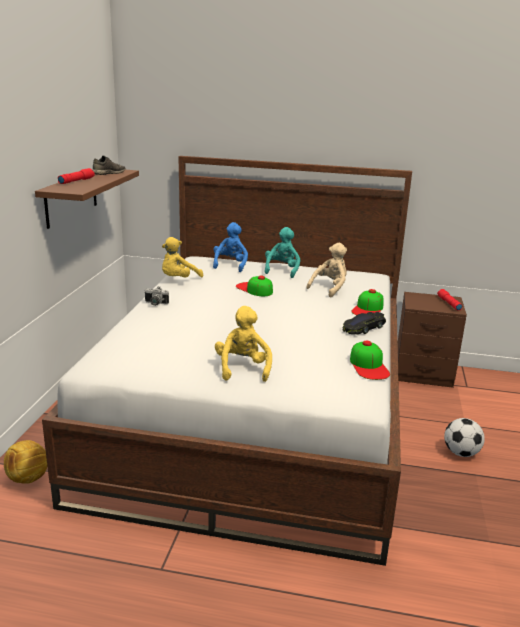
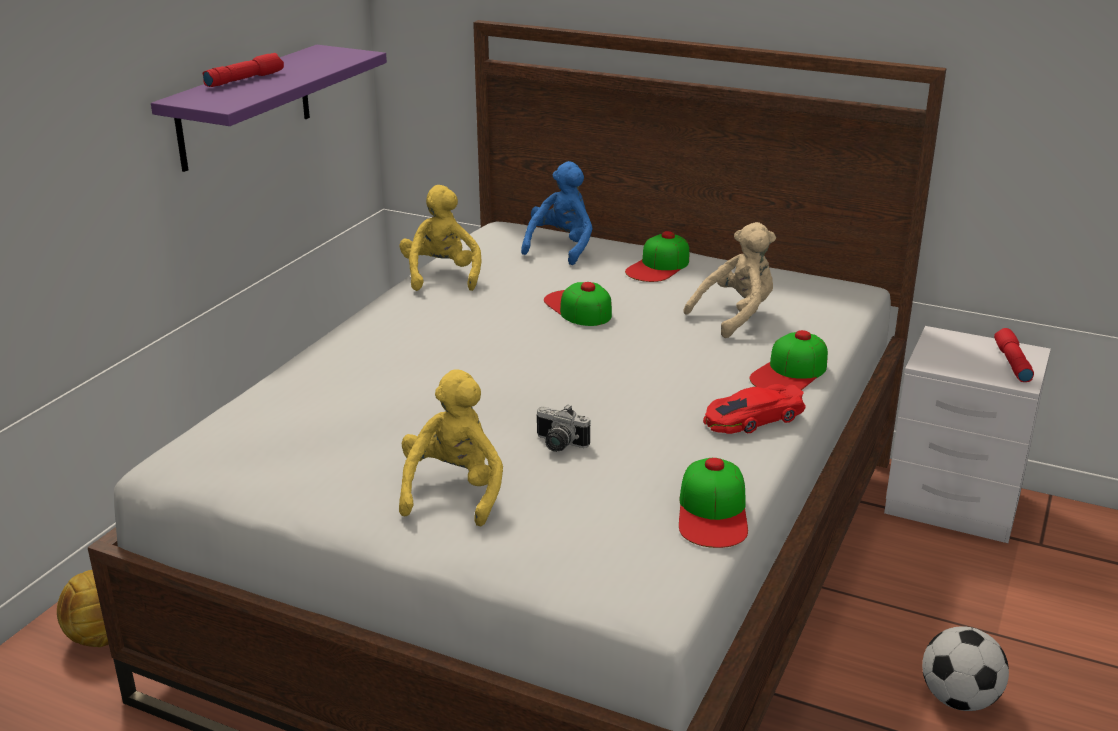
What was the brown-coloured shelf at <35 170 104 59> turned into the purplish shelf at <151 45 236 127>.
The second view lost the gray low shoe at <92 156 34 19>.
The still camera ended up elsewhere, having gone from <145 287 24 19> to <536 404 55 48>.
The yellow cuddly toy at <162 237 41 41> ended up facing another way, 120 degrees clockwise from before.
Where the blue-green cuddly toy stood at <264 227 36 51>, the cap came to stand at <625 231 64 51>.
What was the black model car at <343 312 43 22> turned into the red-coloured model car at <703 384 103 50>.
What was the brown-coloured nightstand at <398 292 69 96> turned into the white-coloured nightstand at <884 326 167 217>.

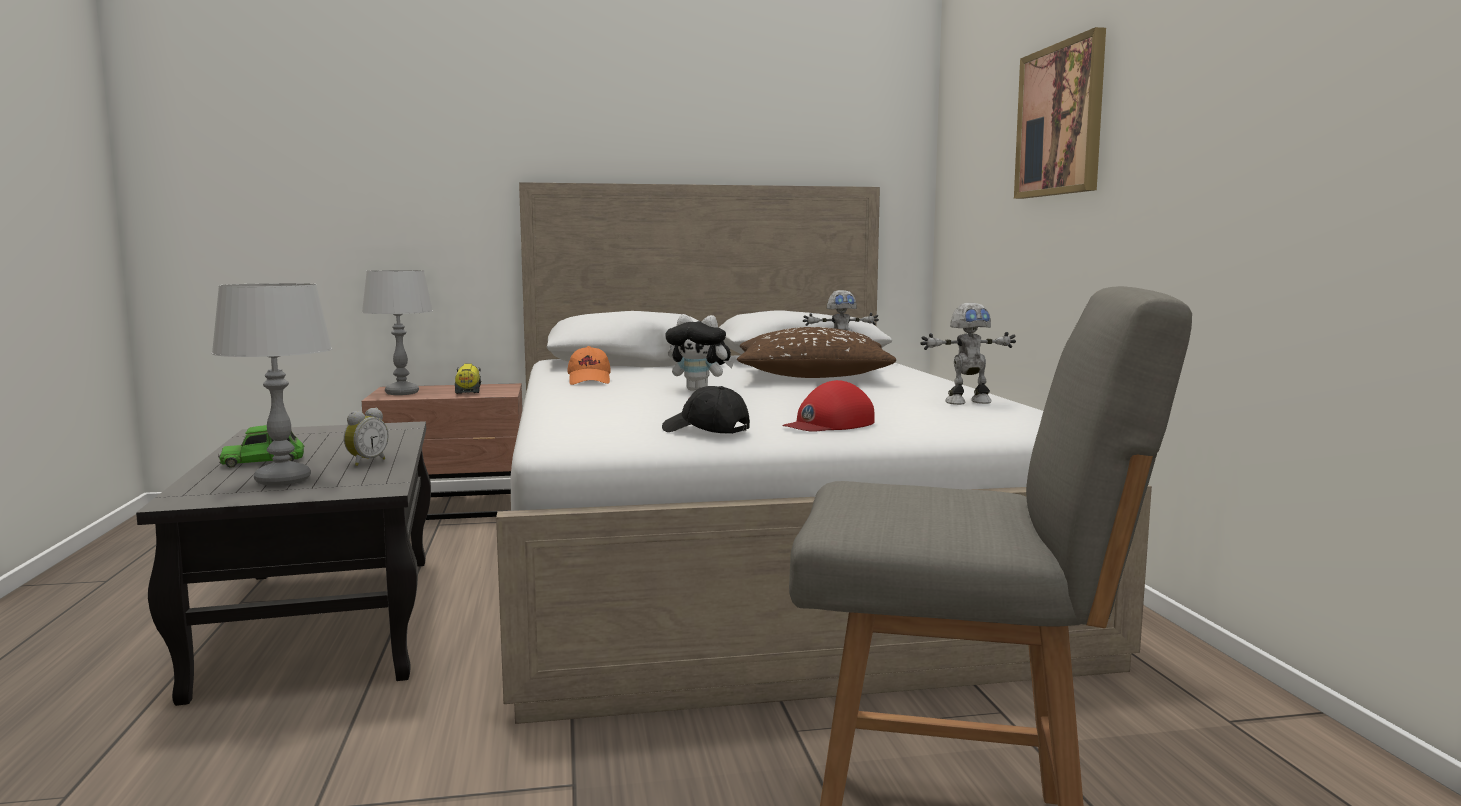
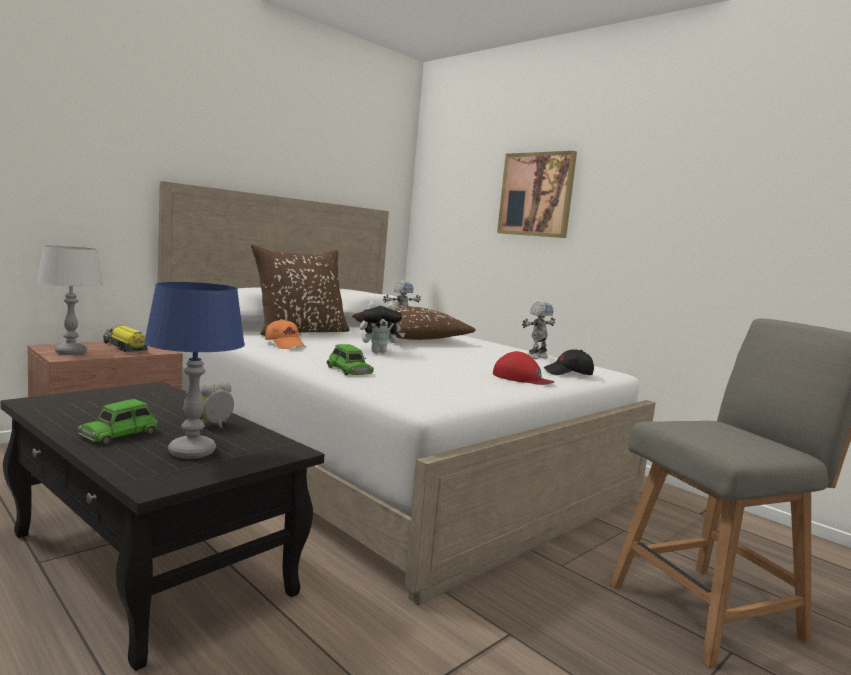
What was the gray lamp for a table at <211 283 121 203> turned into the bluish lamp for a table at <144 282 101 177>.
The alarm clock at <344 408 45 58> ended up facing another way, 135 degrees counterclockwise from before.
The black cap ended up elsewhere, having gone from <662 386 88 48> to <543 350 51 25>.
The red-coloured cap at <782 380 93 52> ended up facing another way, 75 degrees counterclockwise from before.
The second view gained the brown-coloured pillow at <251 244 99 92>.
The second view gained the green model car at <327 344 47 31>.

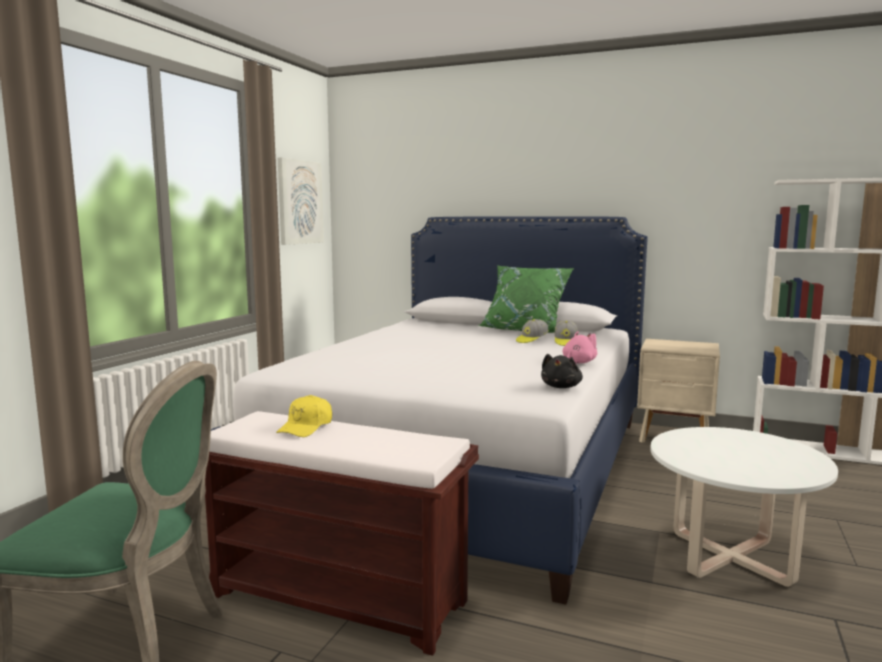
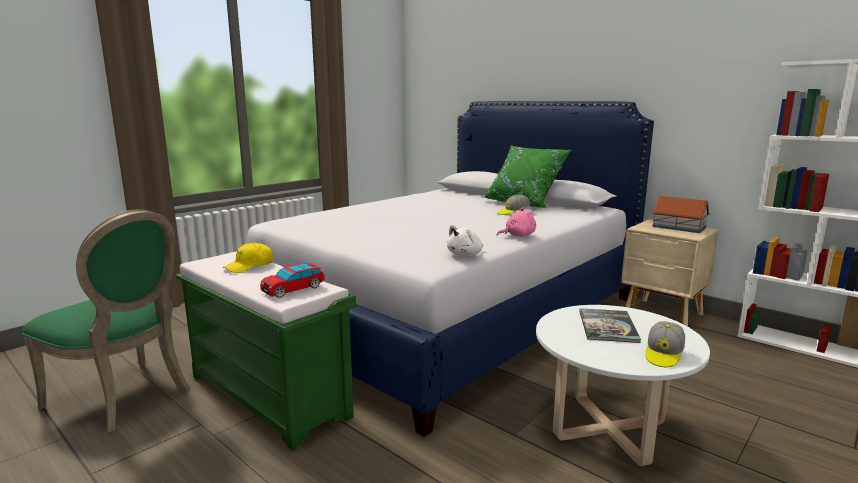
What was the brown-coloured bench at <205 411 274 244> turned into the green bench at <175 251 182 200>.
The second view lost the wall art at <278 157 46 88>.
What was the black cuddly toy at <541 354 42 34> turned into the white-coloured cuddly toy at <447 225 36 31>.
The cap ended up elsewhere, having gone from <554 320 24 26> to <645 321 40 46>.
The second view gained the model car at <260 263 65 35>.
The second view gained the volume at <579 308 62 35>.
The second view gained the toy house at <652 196 58 37>.

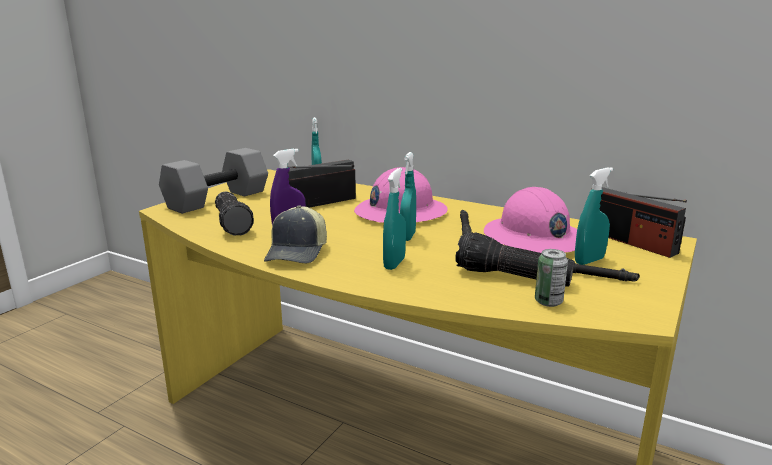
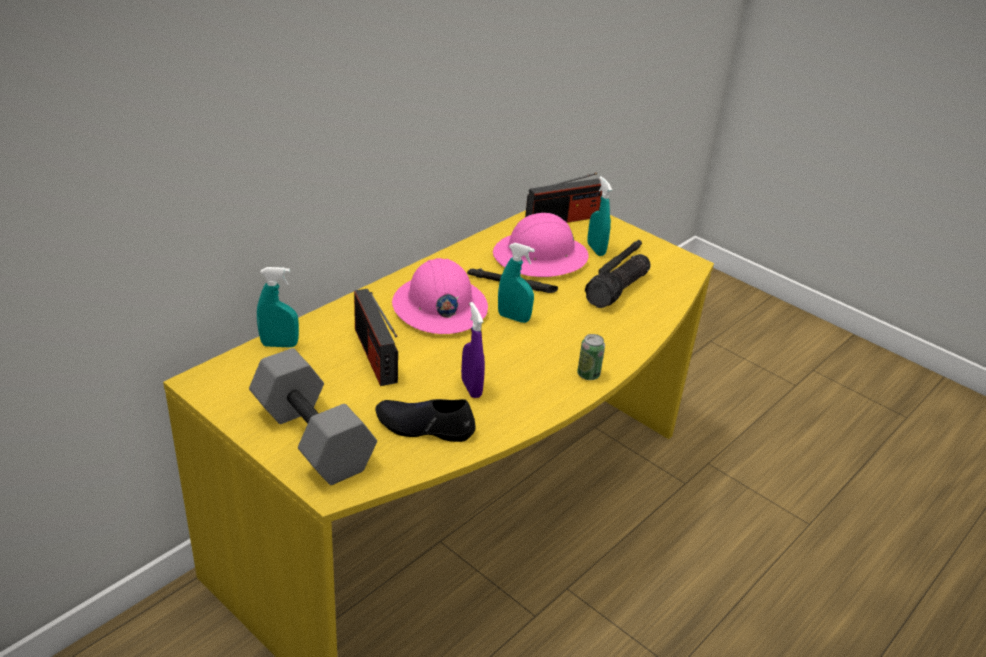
Where the flashlight stood at <215 191 39 45>, the black low shoe came to stand at <375 399 101 43>.
The second view lost the cap at <264 206 63 58>.
The second view lost the blue-green spray bottle at <383 168 23 102>.
The can ended up elsewhere, having gone from <535 249 33 58> to <577 334 28 46>.

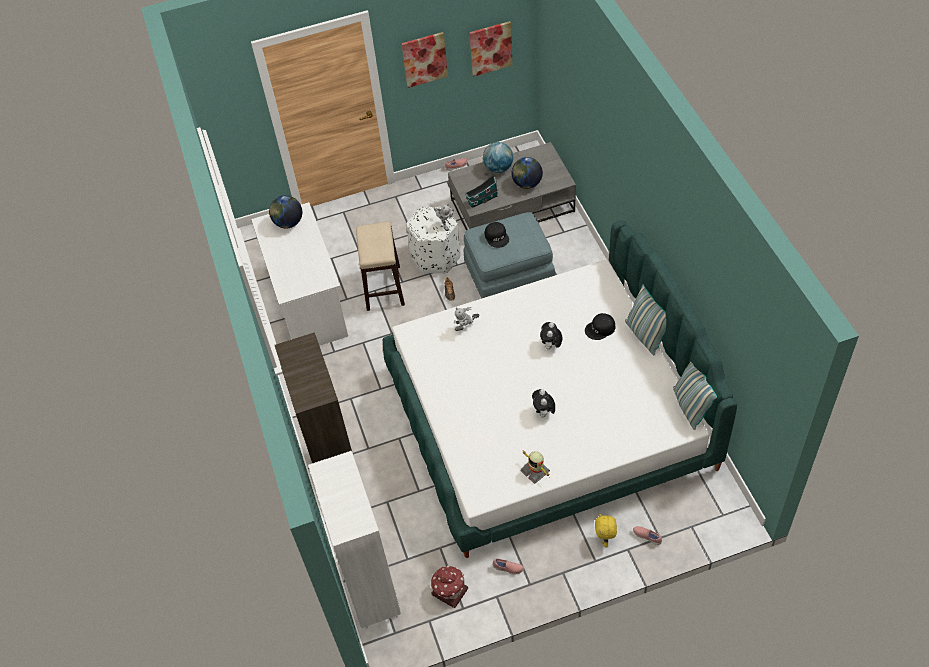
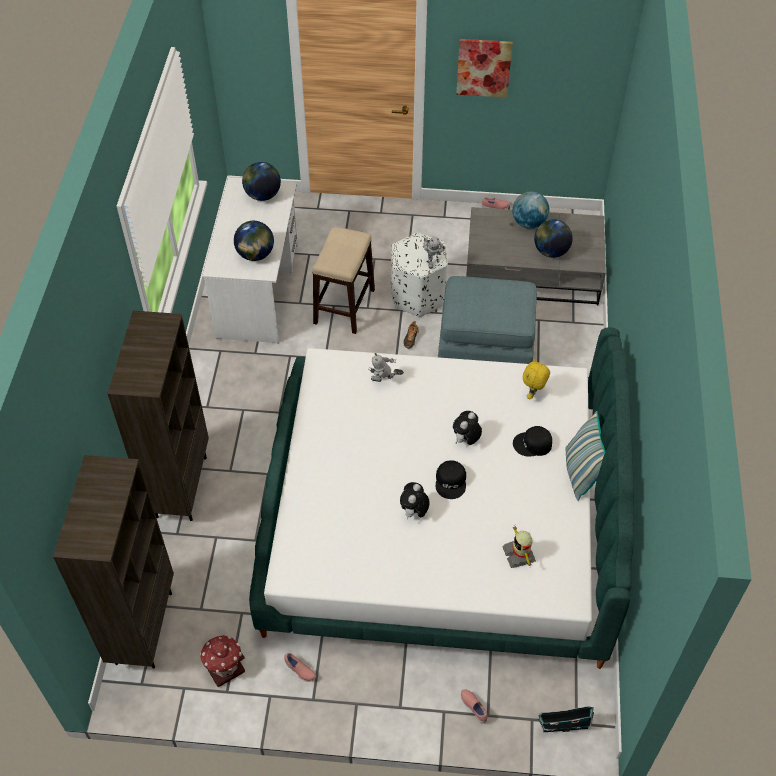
What was the white-coloured shelving unit at <308 451 93 178> turned into the brown-coloured shelving unit at <53 455 121 213>.
The toy house ended up elsewhere, having gone from <465 175 34 33> to <538 706 56 27>.
The second view lost the wall art at <469 21 44 56>.
The black cap ended up elsewhere, having gone from <485 222 24 26> to <436 460 30 39>.
The toy robot ended up elsewhere, having gone from <521 451 30 33> to <503 524 33 44>.
The yellow cuddly toy ended up elsewhere, having gone from <595 514 22 33> to <523 359 27 40>.
The second view lost the pillow at <673 362 44 68>.
The second view gained the globe at <234 221 40 40>.

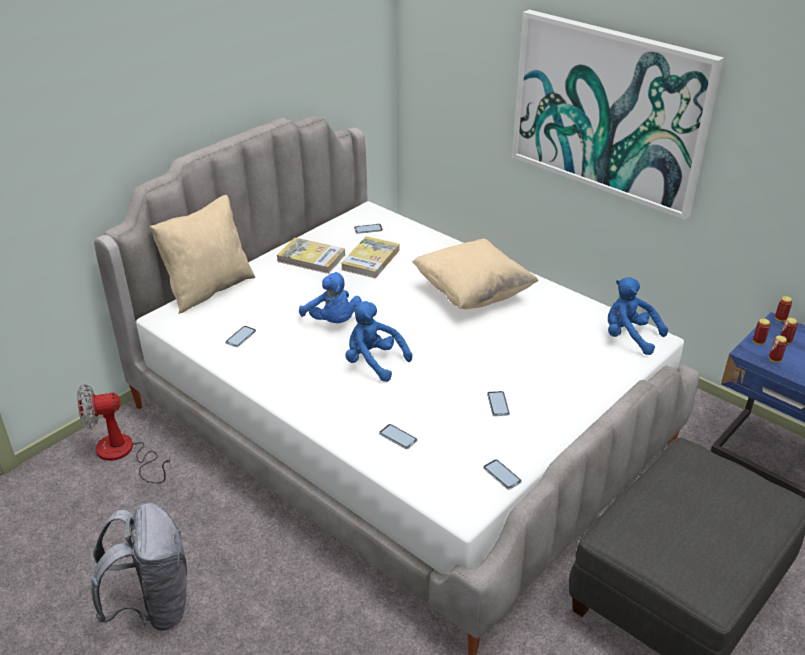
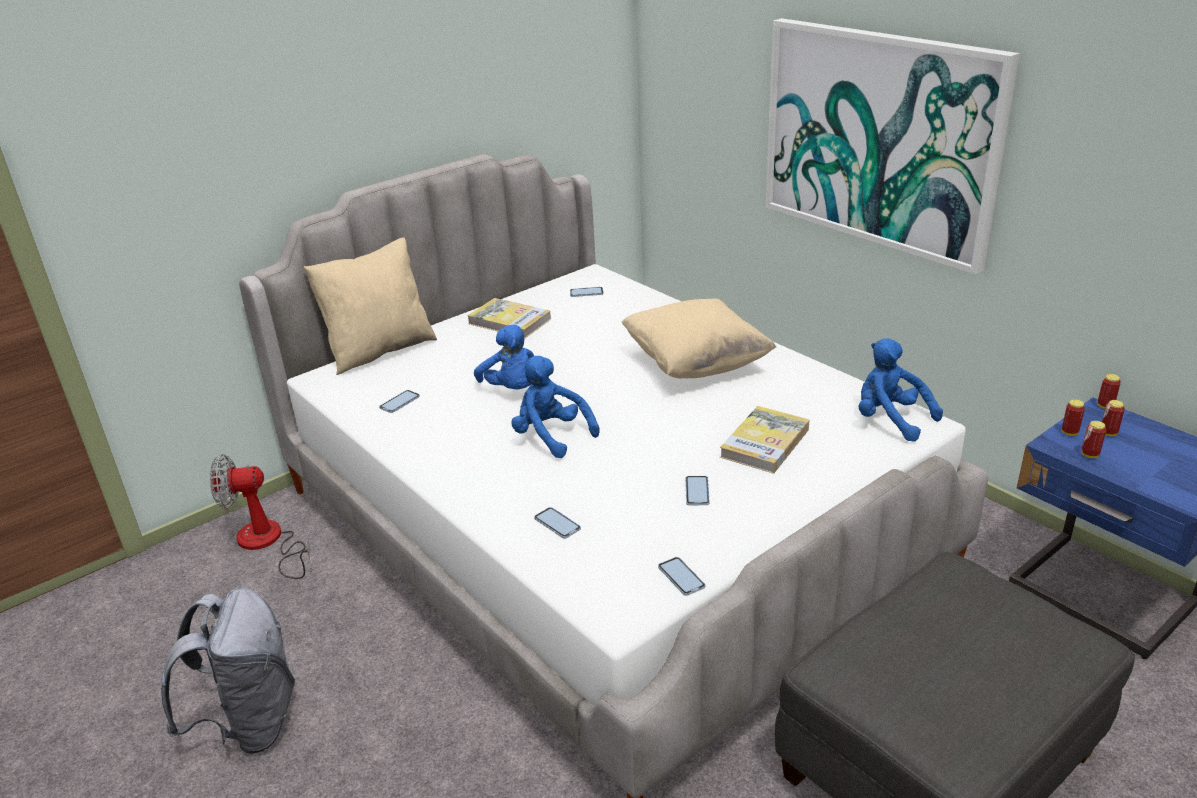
The volume ended up elsewhere, having gone from <341 236 58 42> to <720 406 89 68>.

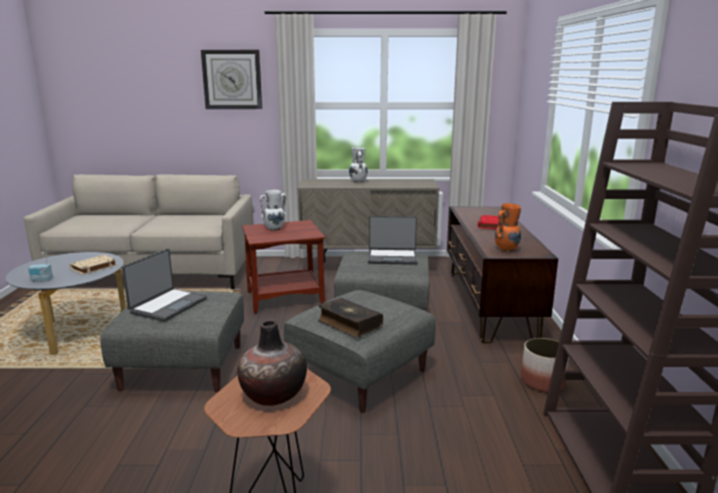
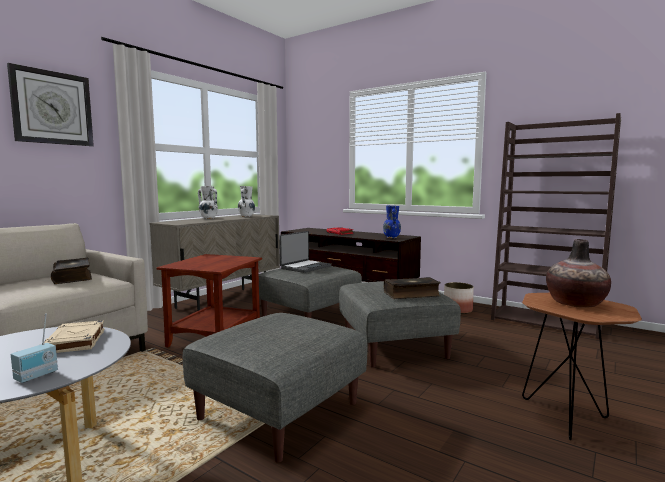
The second view lost the portable computer at <122 249 85 73>.
The white-coloured vase ended up elsewhere, having gone from <260 190 26 41> to <238 186 17 31>.
What was the orangey vase at <495 203 26 49> turned into the bluish vase at <383 205 18 33>.
The second view gained the volume at <51 258 41 26>.

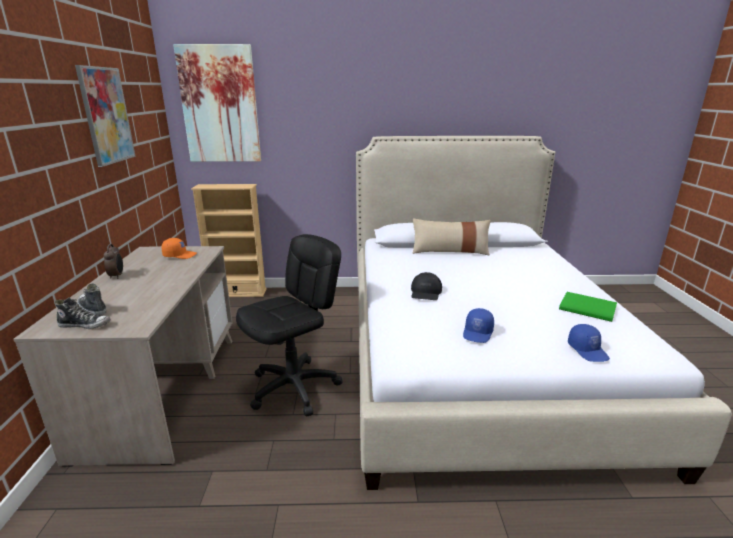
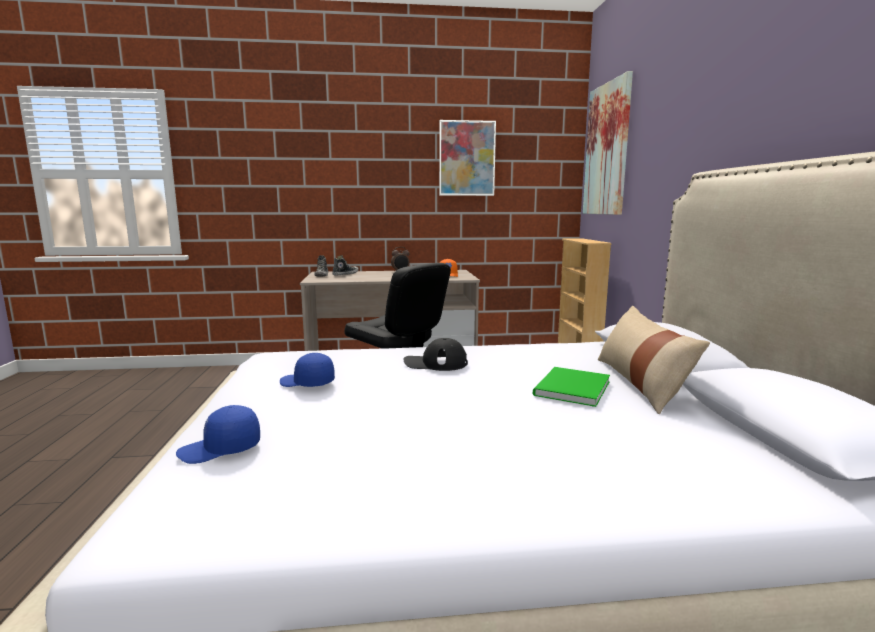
The green volume ended up elsewhere, having gone from <559 292 58 30> to <533 367 77 40>.

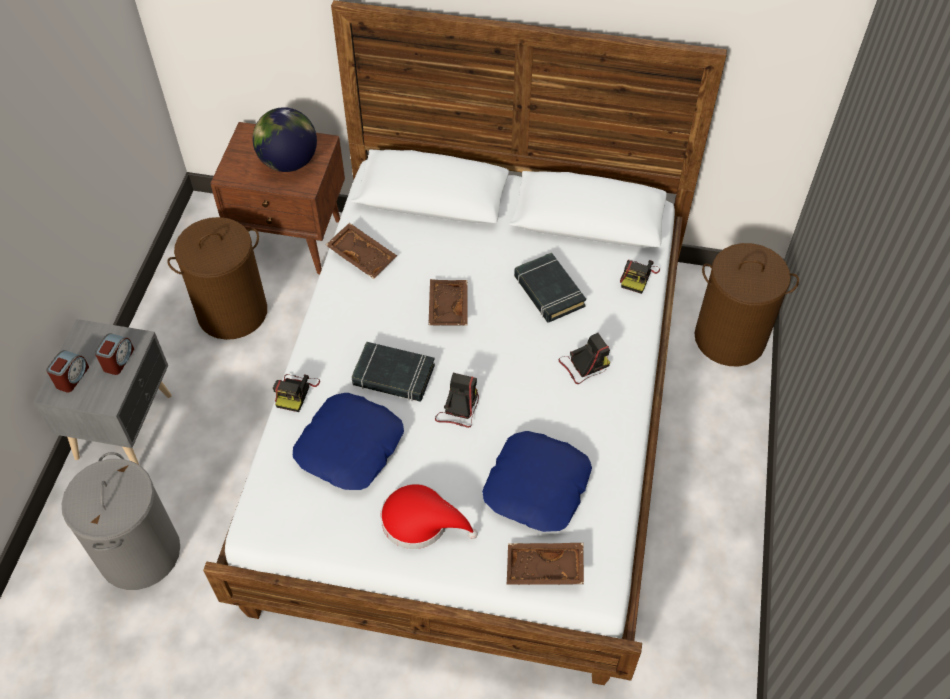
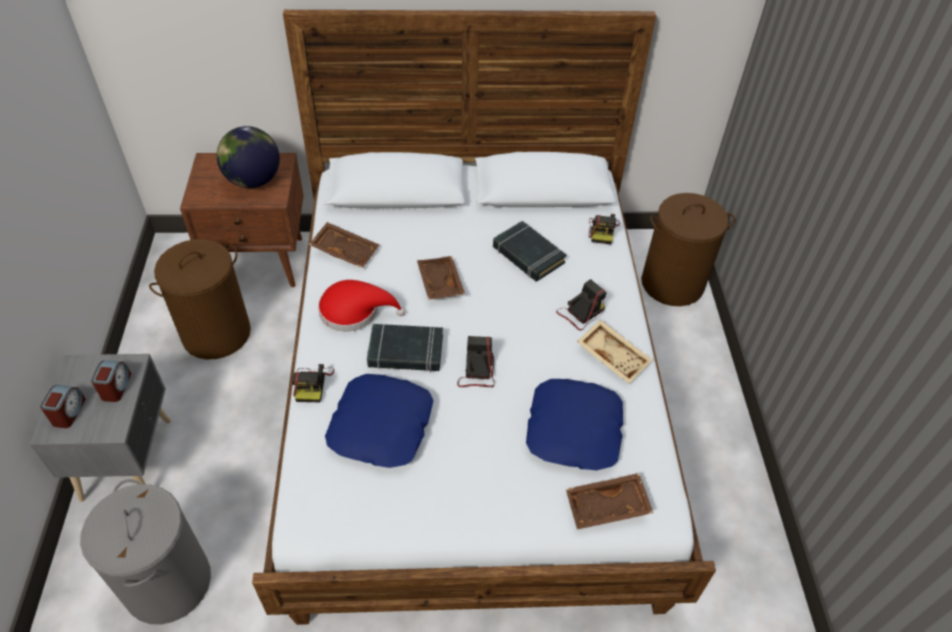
The red-coloured clothing hat ended up elsewhere, having gone from <380 484 98 65> to <318 280 87 52>.
The second view gained the beige-coloured tray at <577 320 75 64>.

